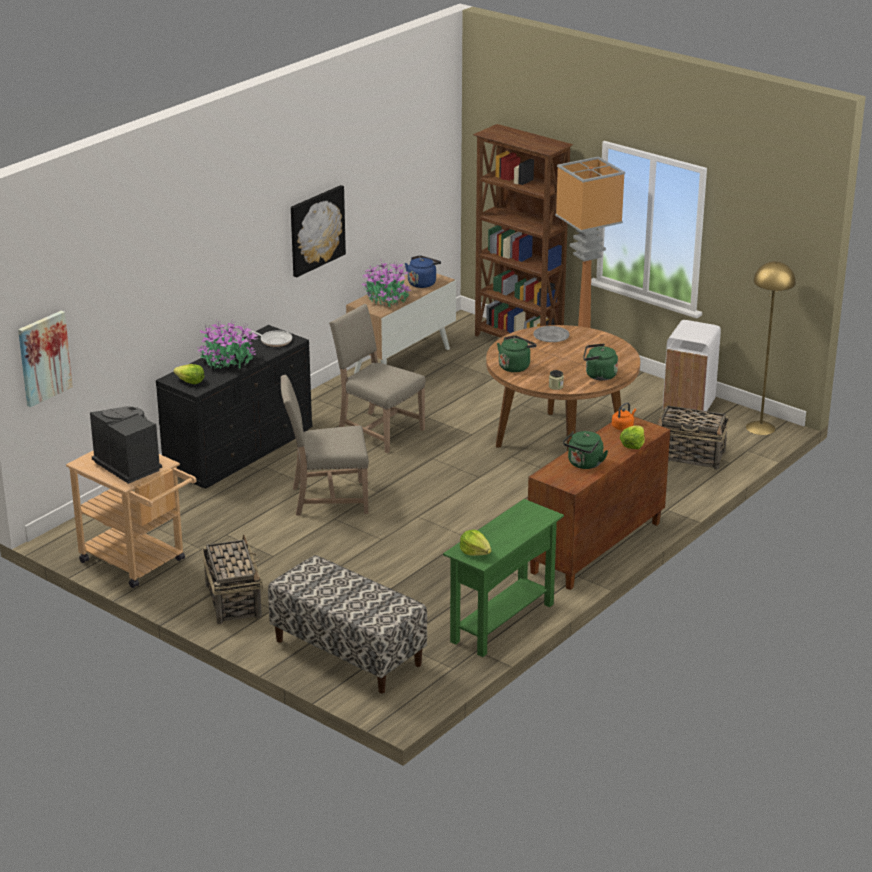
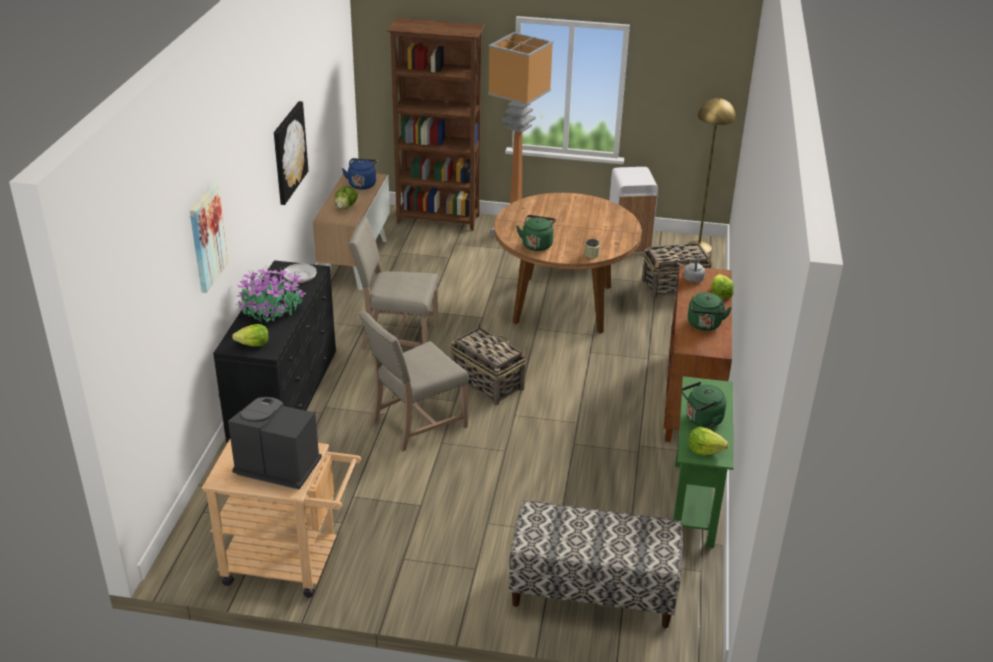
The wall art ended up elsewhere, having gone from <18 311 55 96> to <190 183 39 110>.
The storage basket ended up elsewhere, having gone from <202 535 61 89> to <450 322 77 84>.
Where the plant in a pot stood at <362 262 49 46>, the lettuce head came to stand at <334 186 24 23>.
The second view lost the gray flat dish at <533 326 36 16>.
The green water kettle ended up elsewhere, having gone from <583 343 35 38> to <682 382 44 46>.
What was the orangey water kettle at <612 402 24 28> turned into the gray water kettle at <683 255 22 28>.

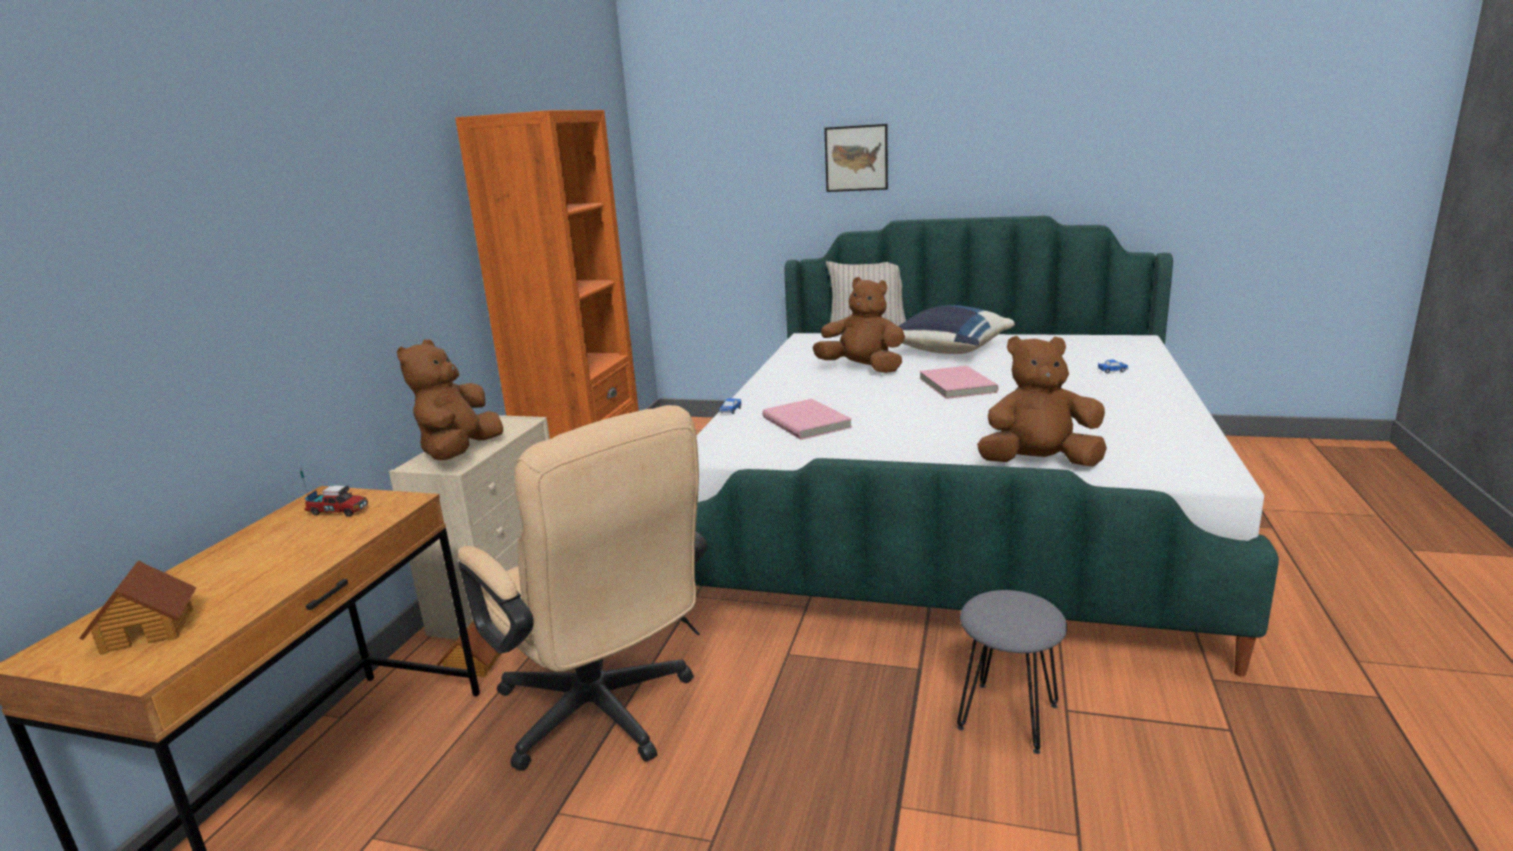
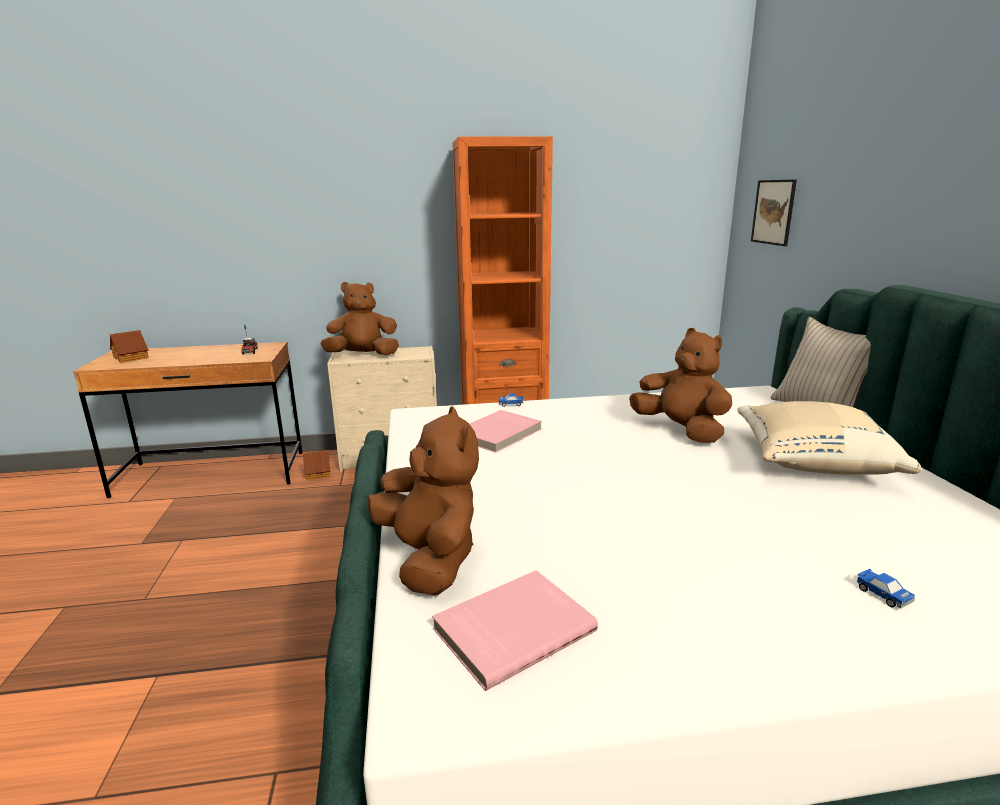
The second view lost the beige-coloured desk chair at <458 405 250 366>.
The brown-coloured cuddly toy at <813 277 92 96> ended up facing another way, 45 degrees counterclockwise from before.
The wall art ended up elsewhere, having gone from <824 124 64 68> to <751 179 46 67>.
What was the bluish pillow at <898 305 117 49> turned into the beige-coloured pillow at <737 401 184 74>.
The pinkish volume ended up elsewhere, having gone from <919 366 80 33> to <432 570 166 121>.
The second view lost the gray stool at <957 590 110 164>.

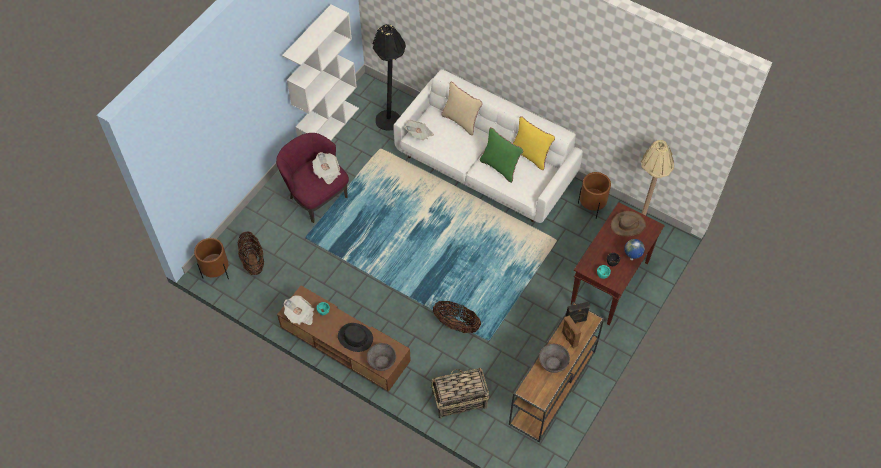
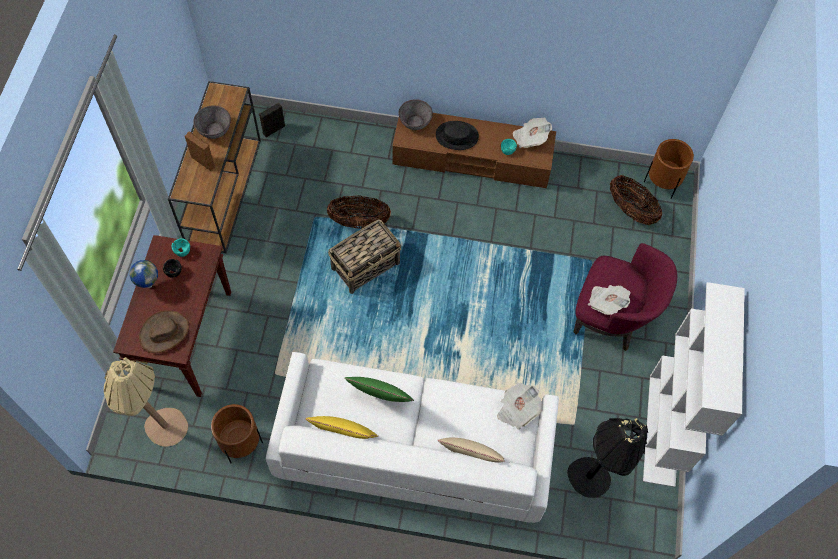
The storage basket ended up elsewhere, having gone from <431 368 58 51> to <328 219 73 75>.
The black speaker ended up elsewhere, having gone from <566 302 24 21> to <259 103 26 34>.

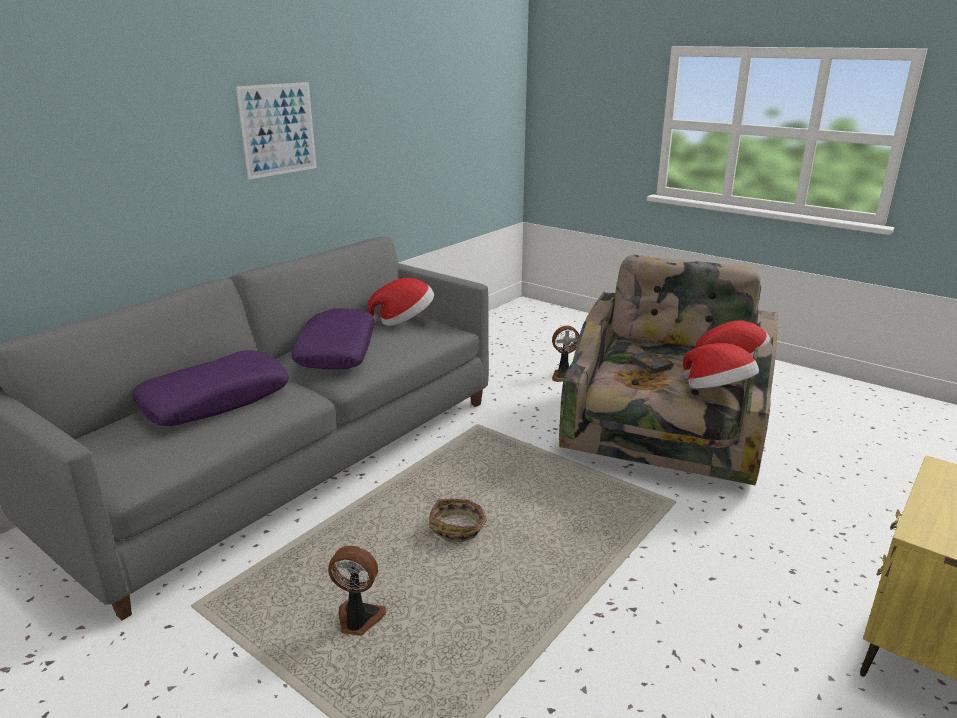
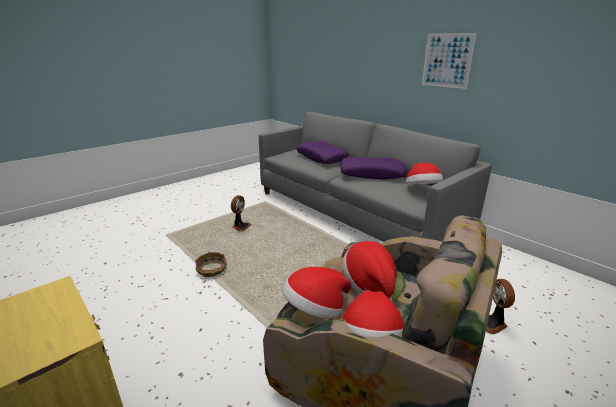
The storage basket ended up elsewhere, having gone from <429 499 58 43> to <195 252 32 25>.
Where the black volume stood at <627 350 47 24>, the clothing hat came to stand at <342 241 55 59>.

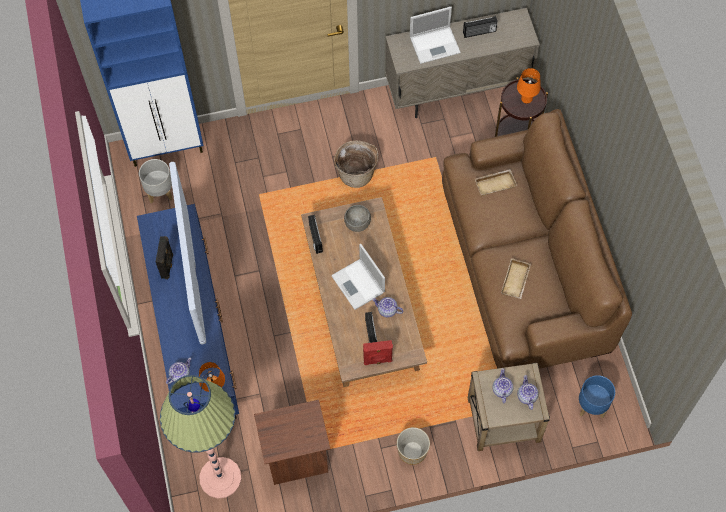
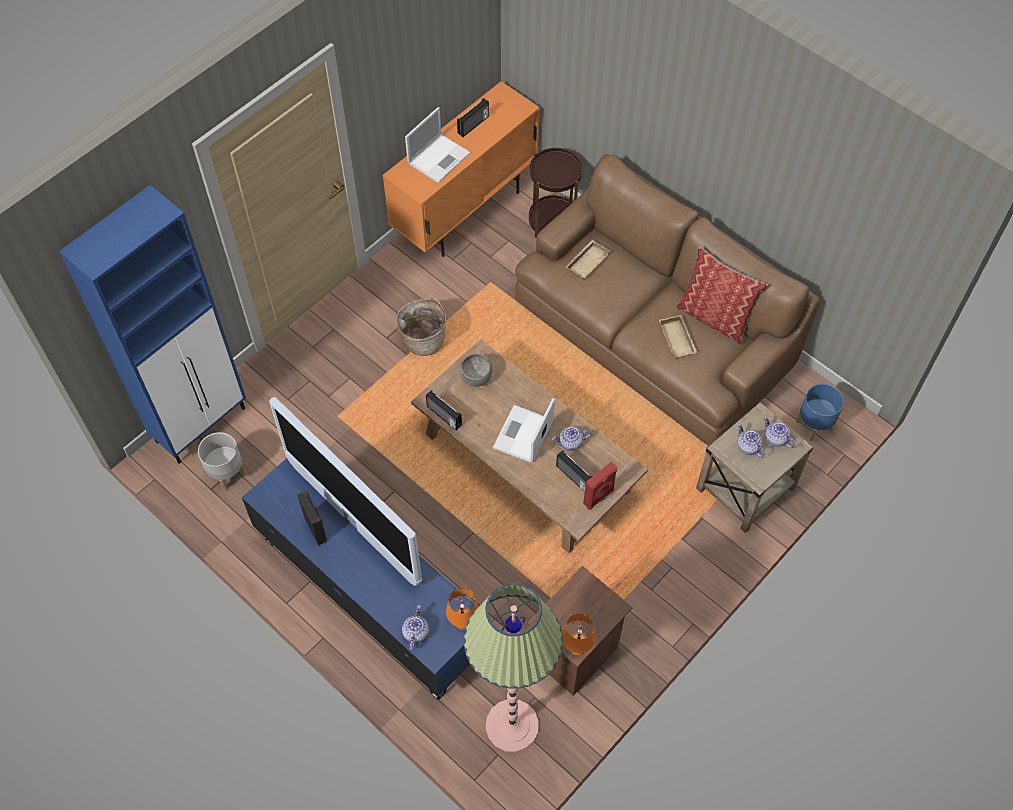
The portable computer at <331 244 54 66> ended up facing another way, 90 degrees clockwise from before.
What was the beige-coloured cabinet at <385 8 155 110> turned into the orangey cabinet at <382 81 158 176>.
The second view lost the planter at <397 427 33 38>.
The orangey lamp for a table ended up elsewhere, having gone from <517 68 24 35> to <562 613 34 42>.
The second view gained the pillow at <676 246 92 99>.

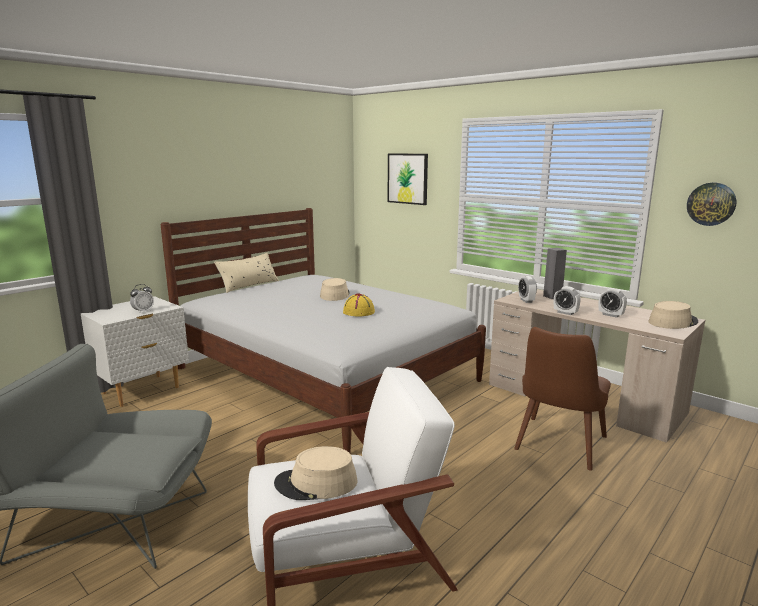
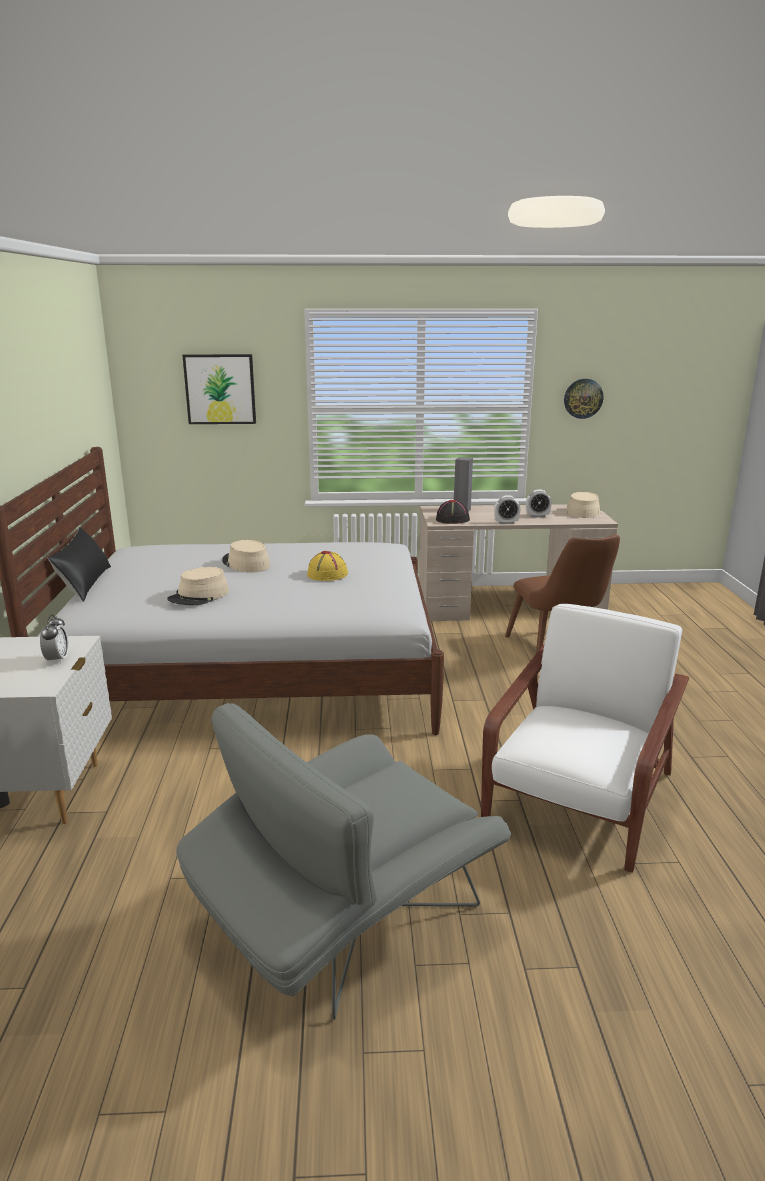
What was the beige-coloured pillow at <214 253 65 40> turned into the black pillow at <48 527 63 75>.
The beige-coloured clothing hat ended up elsewhere, having gone from <274 446 83 54> to <167 567 62 38>.
Where the alarm clock stood at <518 276 19 27>, the black clothing hat came to stand at <436 500 34 24>.

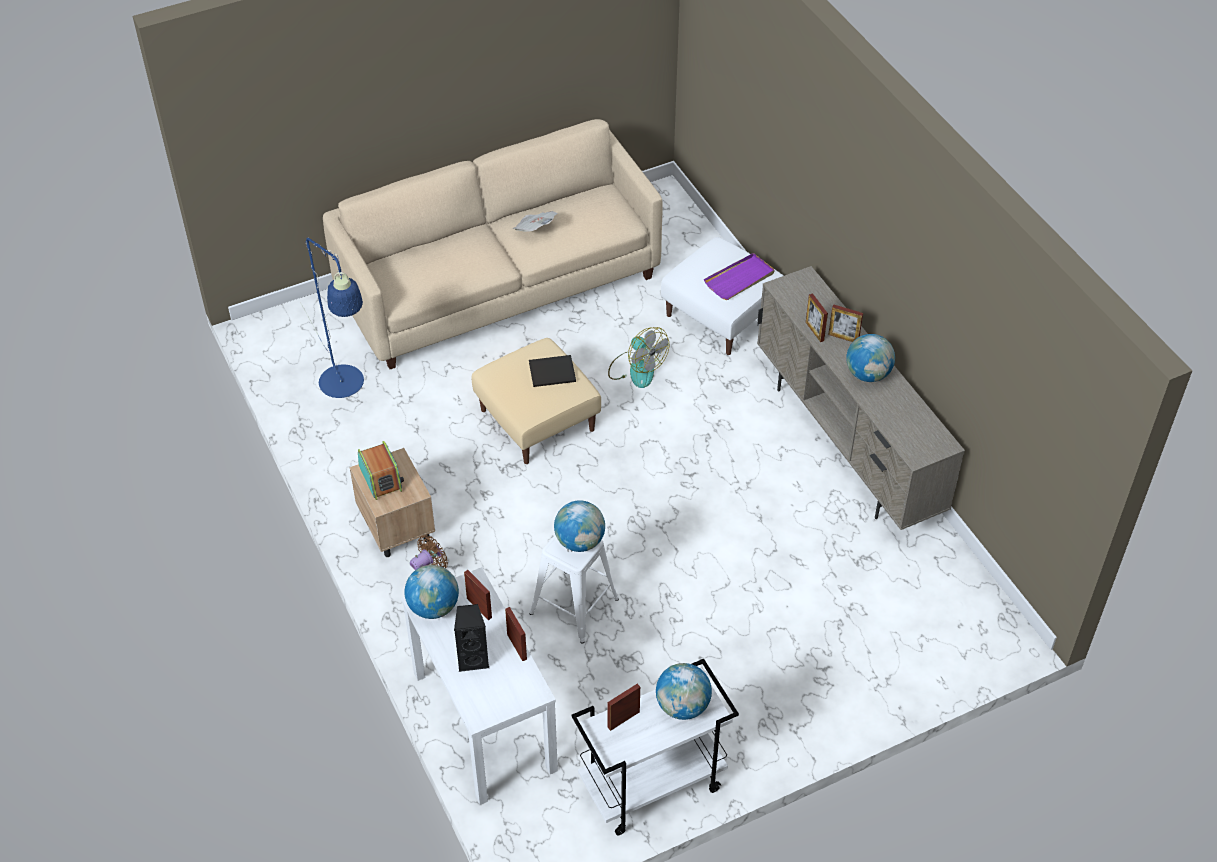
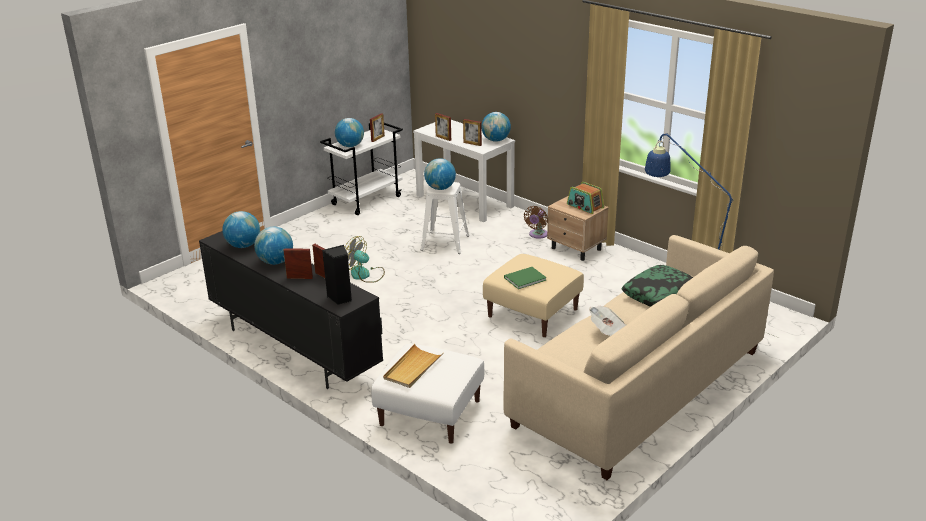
The black speaker ended up elsewhere, having gone from <454 604 35 68> to <322 245 30 60>.
What was the black volume at <529 355 47 32> turned into the green volume at <504 267 43 22>.
The cooling fan ended up elsewhere, having gone from <608 327 62 61> to <345 236 40 47>.
What was the purplish tray at <704 253 71 47> turned into the beige-coloured tray at <383 344 60 44>.
What was the beige-coloured tv unit at <757 266 208 264> turned into the black tv unit at <199 231 184 158>.
The second view gained the globe at <222 211 38 37>.
The second view gained the pillow at <621 265 72 42>.

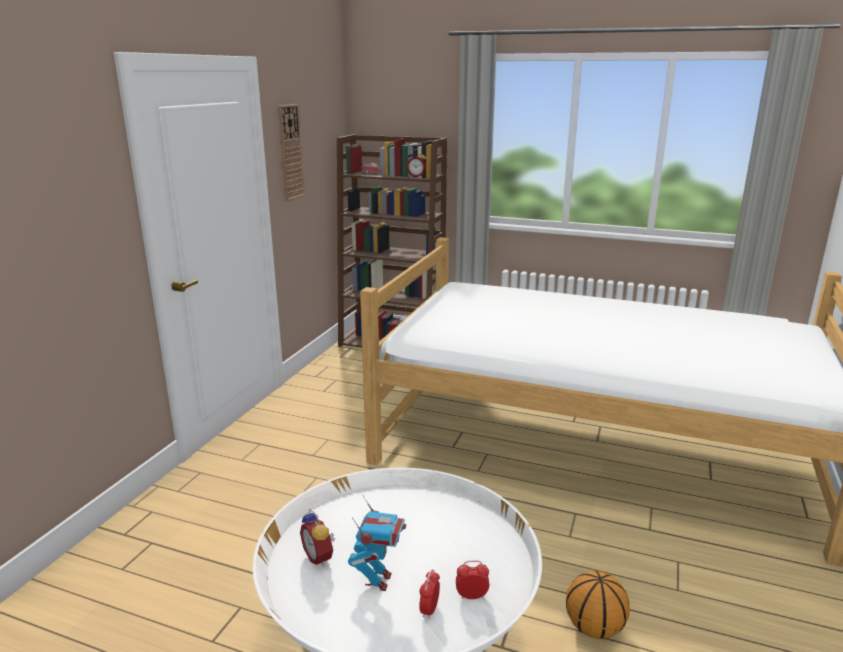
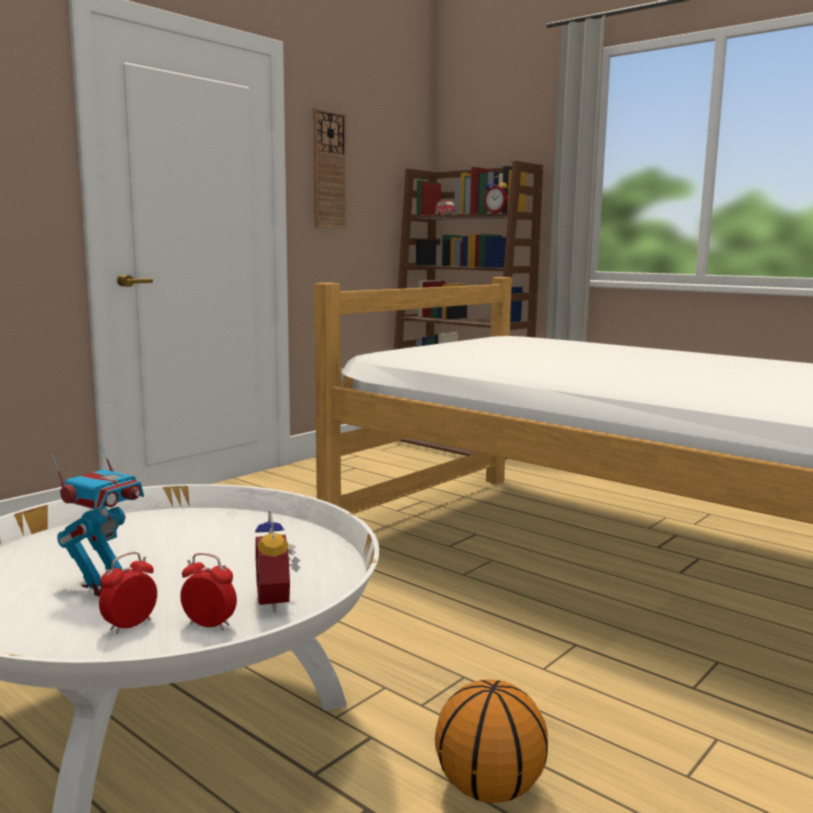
The alarm clock ended up elsewhere, having gone from <300 510 36 56> to <255 511 46 102>.

